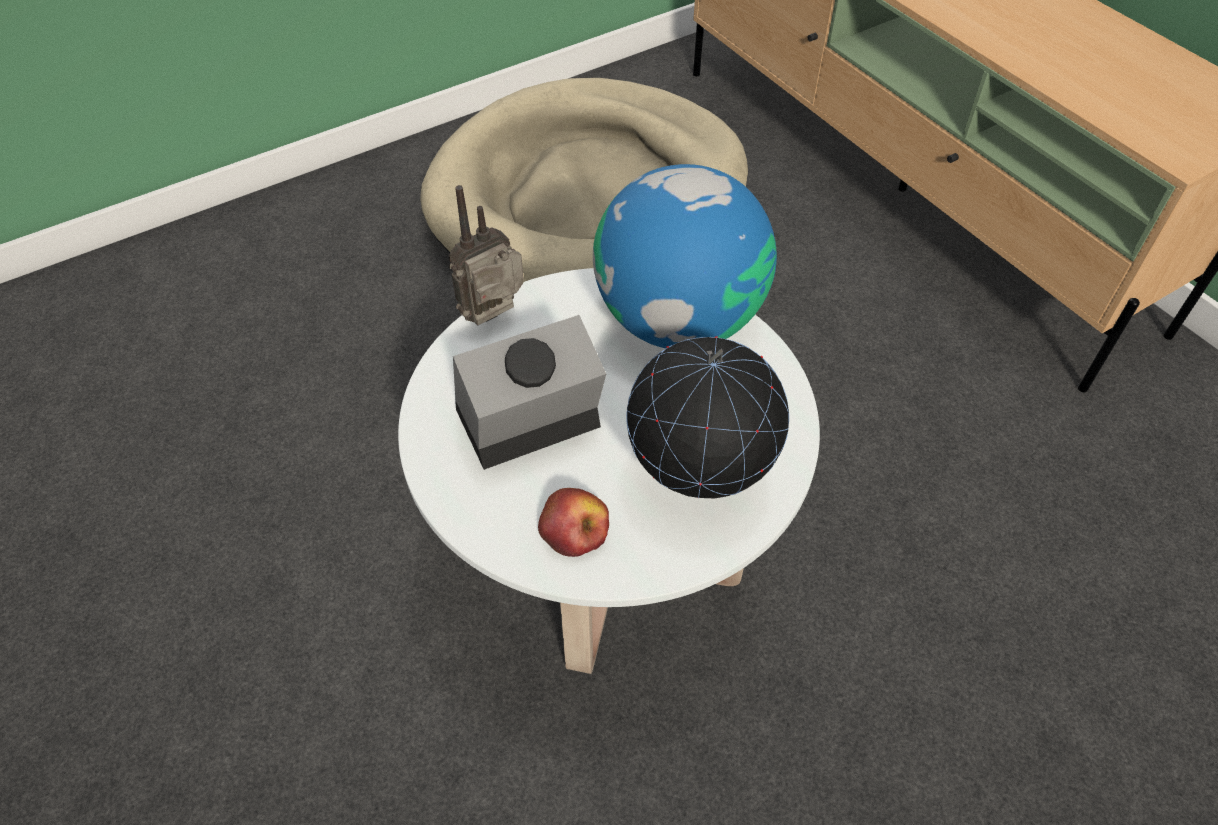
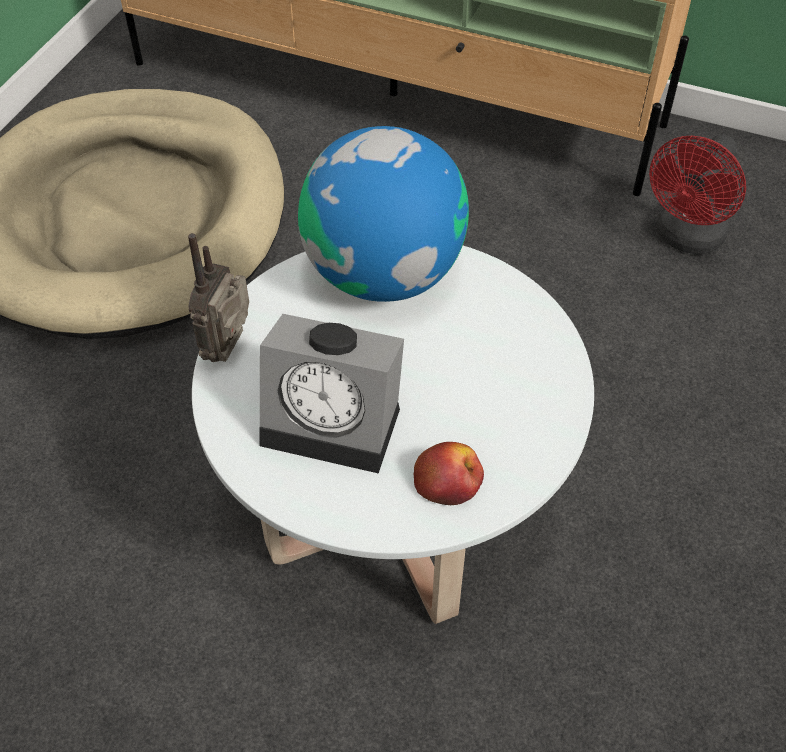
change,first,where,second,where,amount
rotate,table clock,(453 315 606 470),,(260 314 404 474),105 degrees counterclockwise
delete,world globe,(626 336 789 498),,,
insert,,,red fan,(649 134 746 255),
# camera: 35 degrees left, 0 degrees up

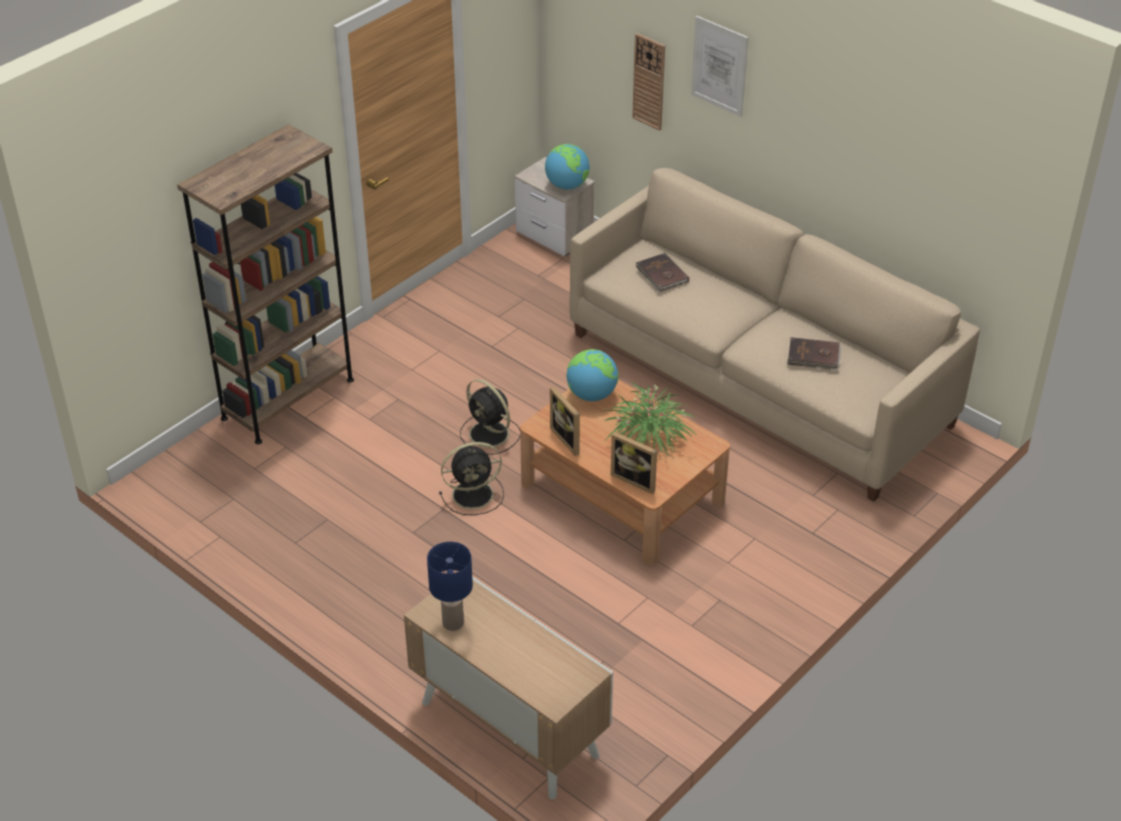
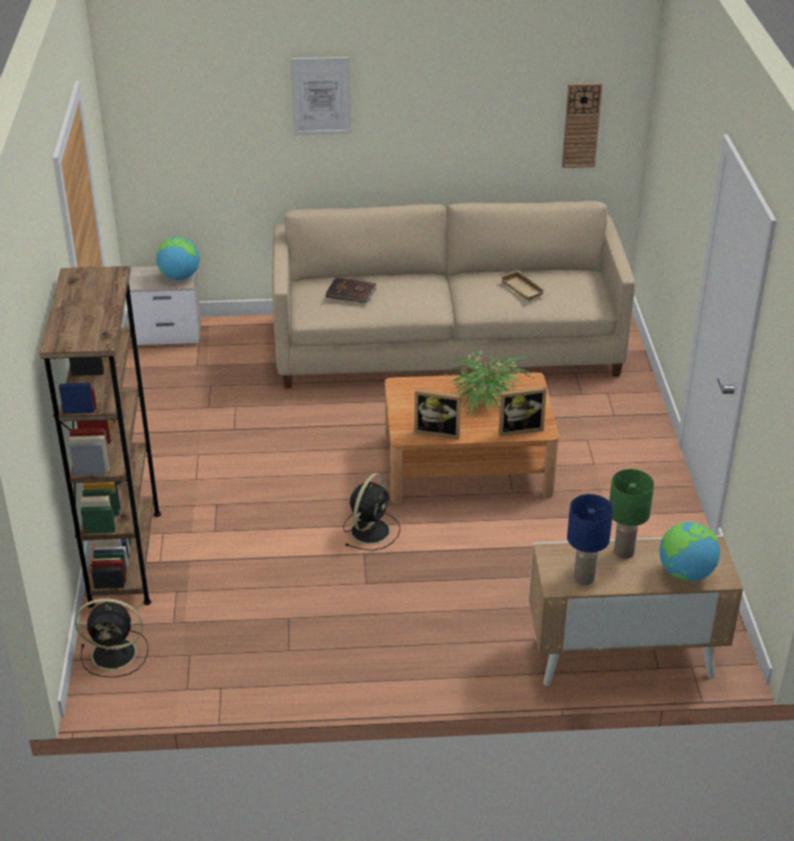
change,first,where,second,where,amount
move,wall clock,(632 33 665 131),,(562 83 602 168),
replace,brownish volume,(787 337 841 370),sand-coloured carrying tray,(500 270 547 301),
move,world globe,(566 349 619 401),,(660 522 720 582),
move,blackish fan,(460 379 520 455),,(75 598 148 677),
insert,,,greenish lamp for a table,(609 469 654 559),
# camera: 45 degrees left, 5 degrees down

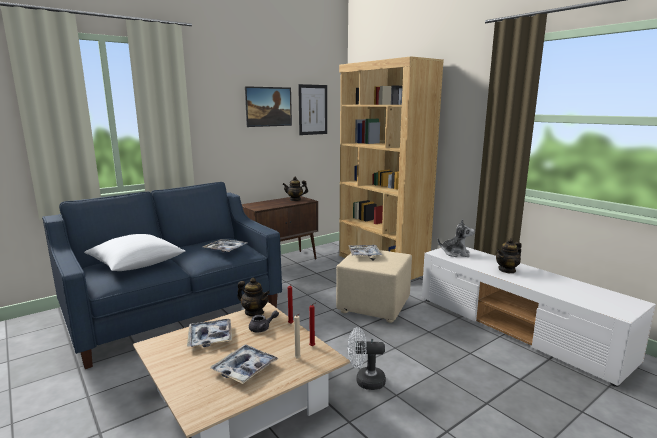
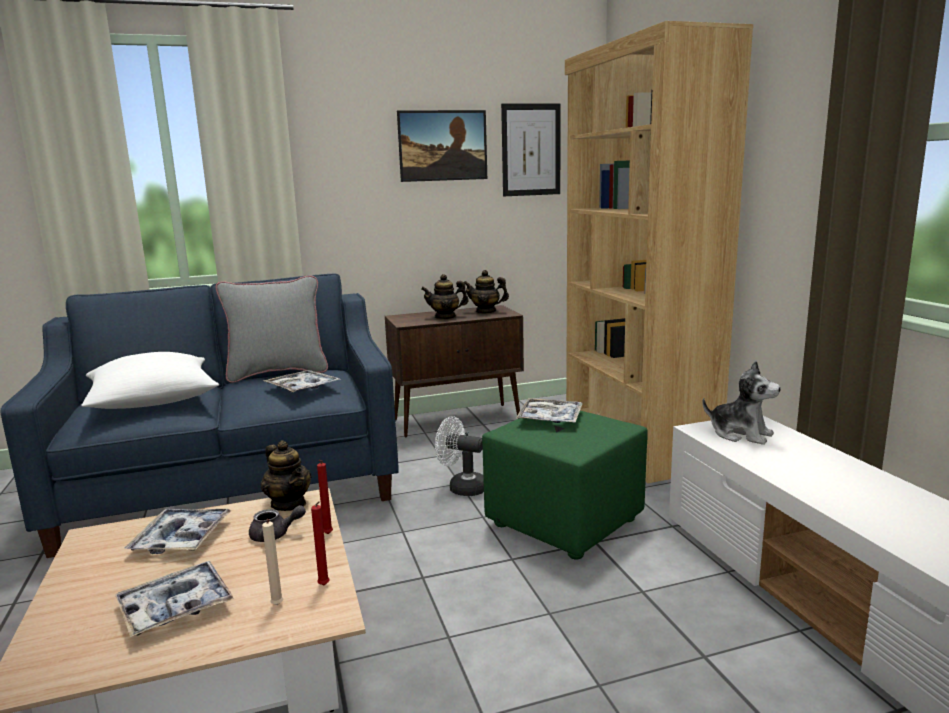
change,first,where,second,where,amount
move,pot for tea,(496 238 522 273),,(421 274 469 319),
recolor,sand-coloured ottoman,(336 250 412 323),greenish ottoman,(482 411 648 560),
move,white-coloured fan,(348 327 386 390),,(435 416 484 496),
insert,,,gray cushion,(216 276 328 383),
# camera: 20 degrees right, 0 degrees up

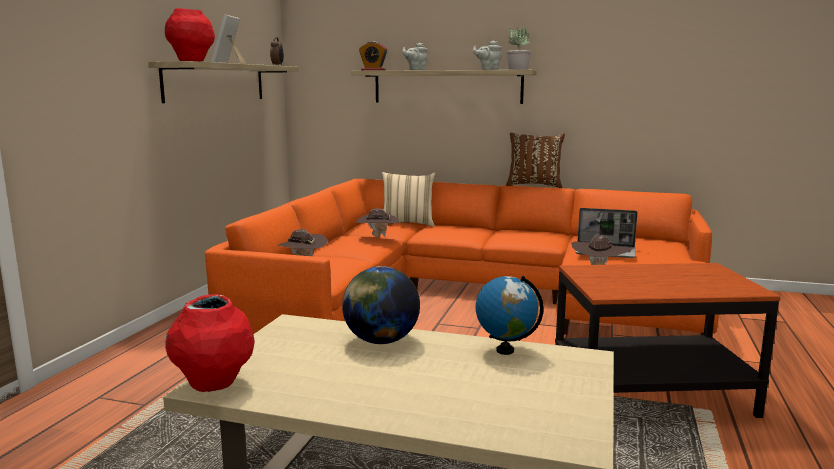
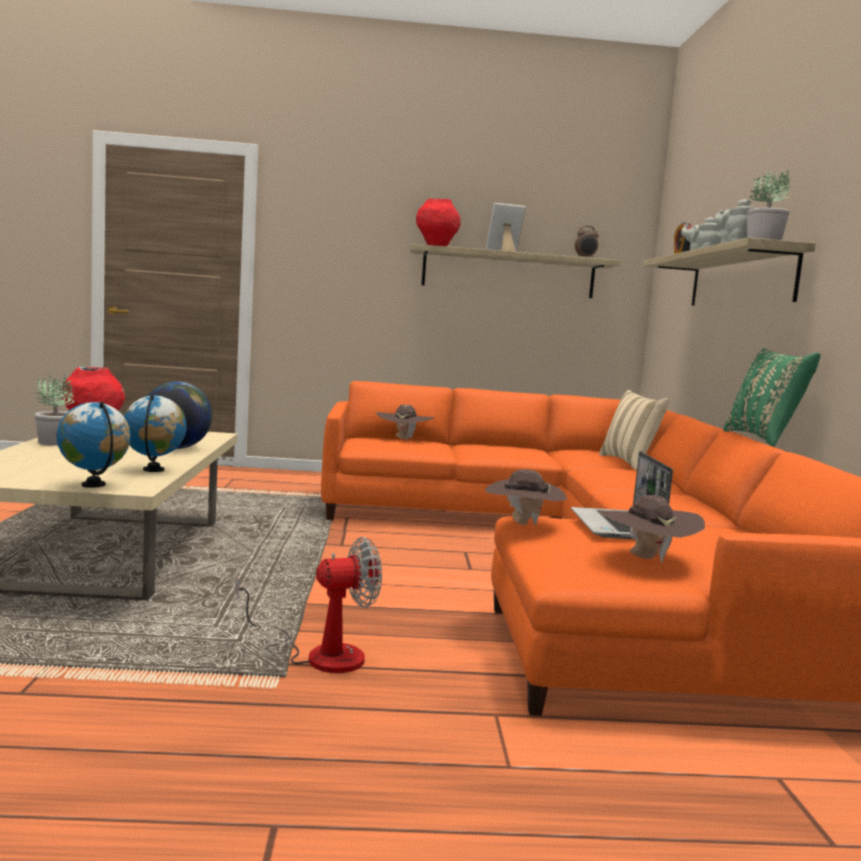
change,first,where,second,where,amount
recolor,brownish cushion,(506 133 565 188),greenish cushion,(723 348 820 447),
move,brownish wearable hat,(356 208 399 238),,(599 495 705 564),
replace,side table,(555 263 780 418),fan,(236 537 382 673),
insert,,,potted plant,(34 374 74 446),
insert,,,world globe,(56 401 131 488),
# camera: 70 degrees right, 5 degrees down

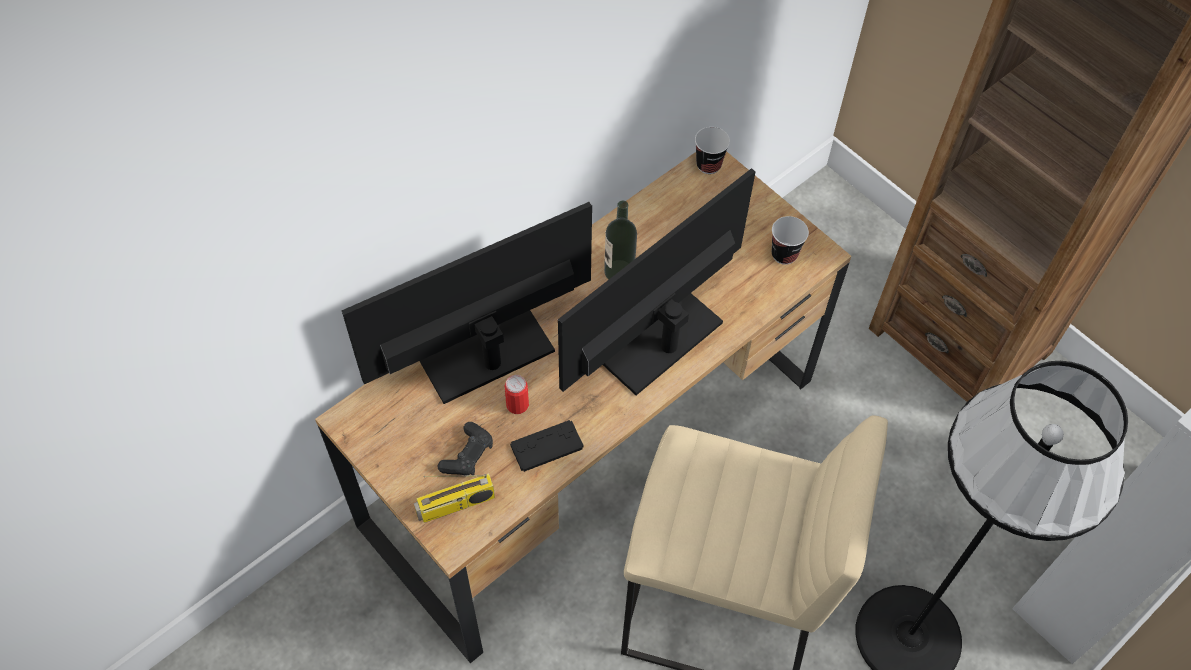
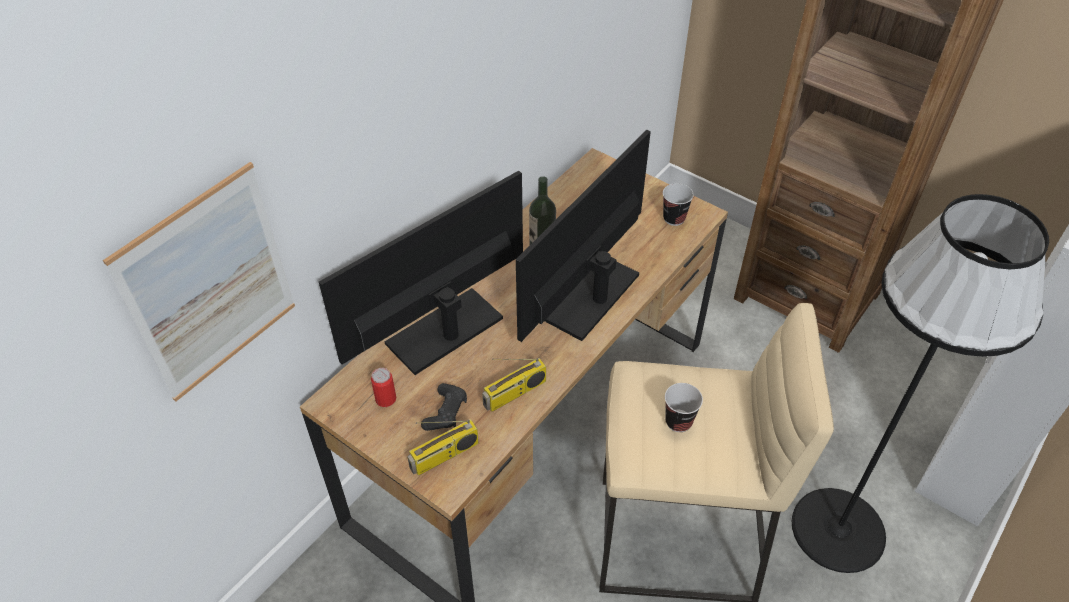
change,first,where,second,where,amount
move,cup,(695 127 730 174),,(665 383 703 432),
move,metal can,(505 375 529 414),,(371 368 396 407),
replace,blackish joypad,(510 420 583 472),radio receiver,(482 358 546 412),
insert,,,wall picture,(103 162 295 402),
# camera: 10 degrees left, 10 degrees down

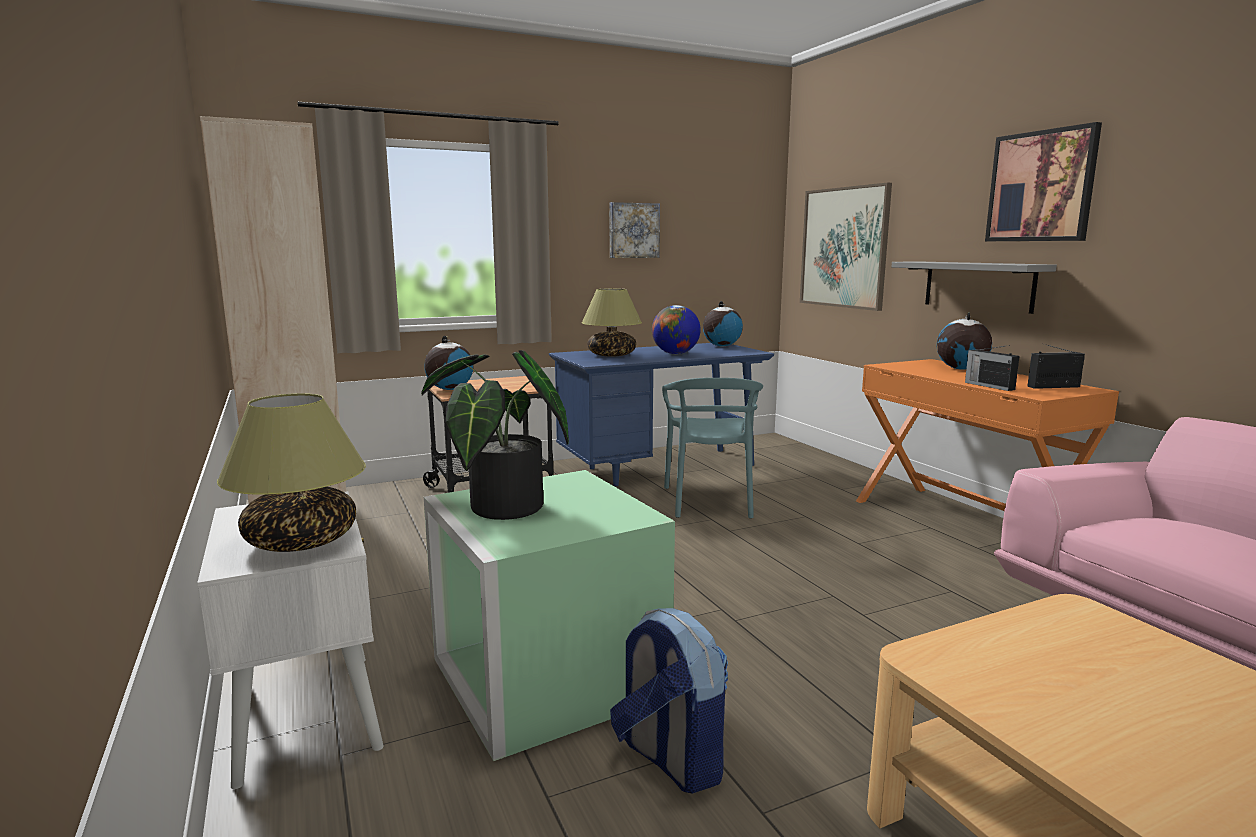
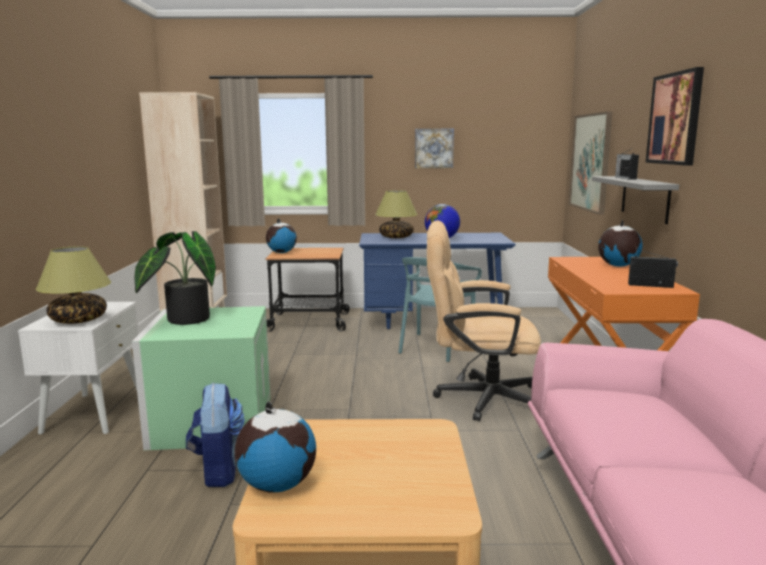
change,first,where,second,where,amount
move,world globe,(703 301 743 346),,(234 402 316 493),
move,radio receiver,(965 345 1019 391),,(615 147 639 180),
insert,,,sand-coloured office chair,(427 220 541 421),
# camera: 25 degrees right, 0 degrees up

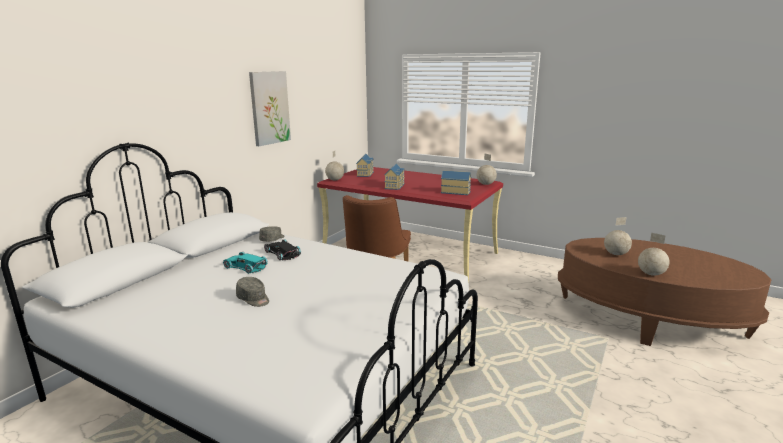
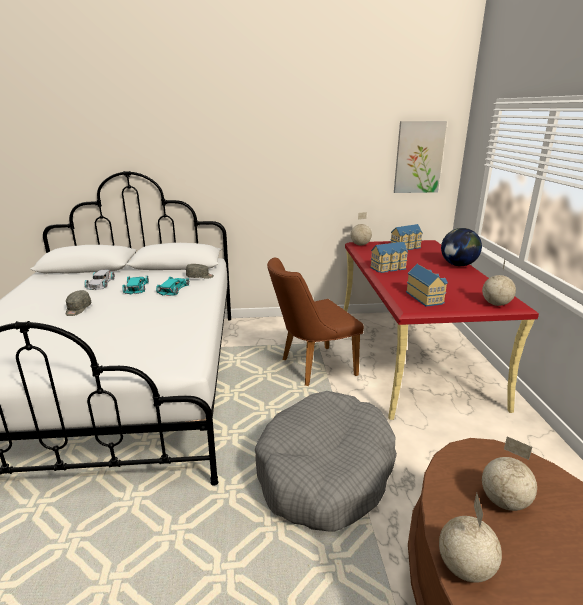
change,first,where,second,where,amount
move,wall picture,(249 71 291 146),,(394 121 447 193),
recolor,blackish model car,(264 239 301 260),turquoise-coloured model car,(156 277 189 296),
insert,,,world globe,(441 228 482 266),
insert,,,white-coloured model car,(84 270 115 290),
insert,,,gray dog bed,(255 391 397 532),
# camera: 55 degrees right, 5 degrees up

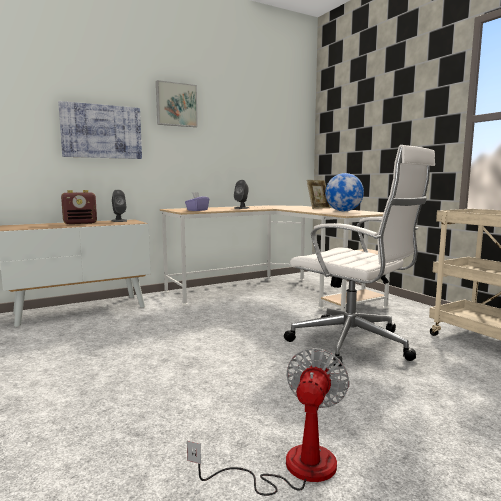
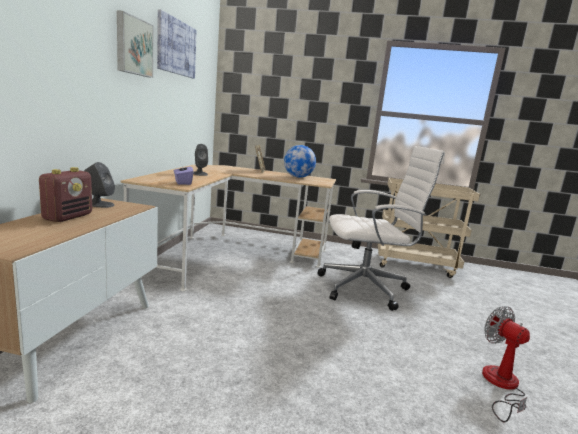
change,first,where,second,where,amount
move,wall picture,(58 101 142 159),,(157 9 197 79),
# camera: 50 degrees left, 5 degrees up

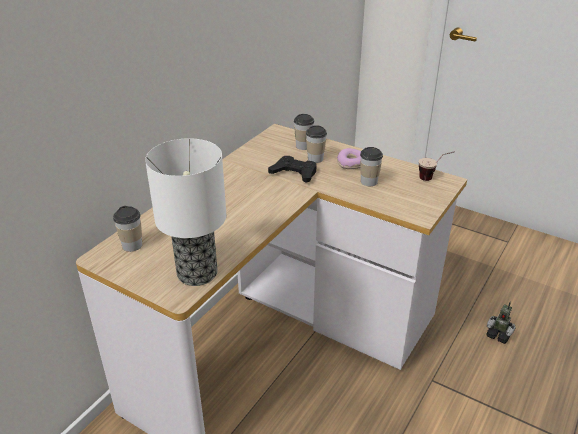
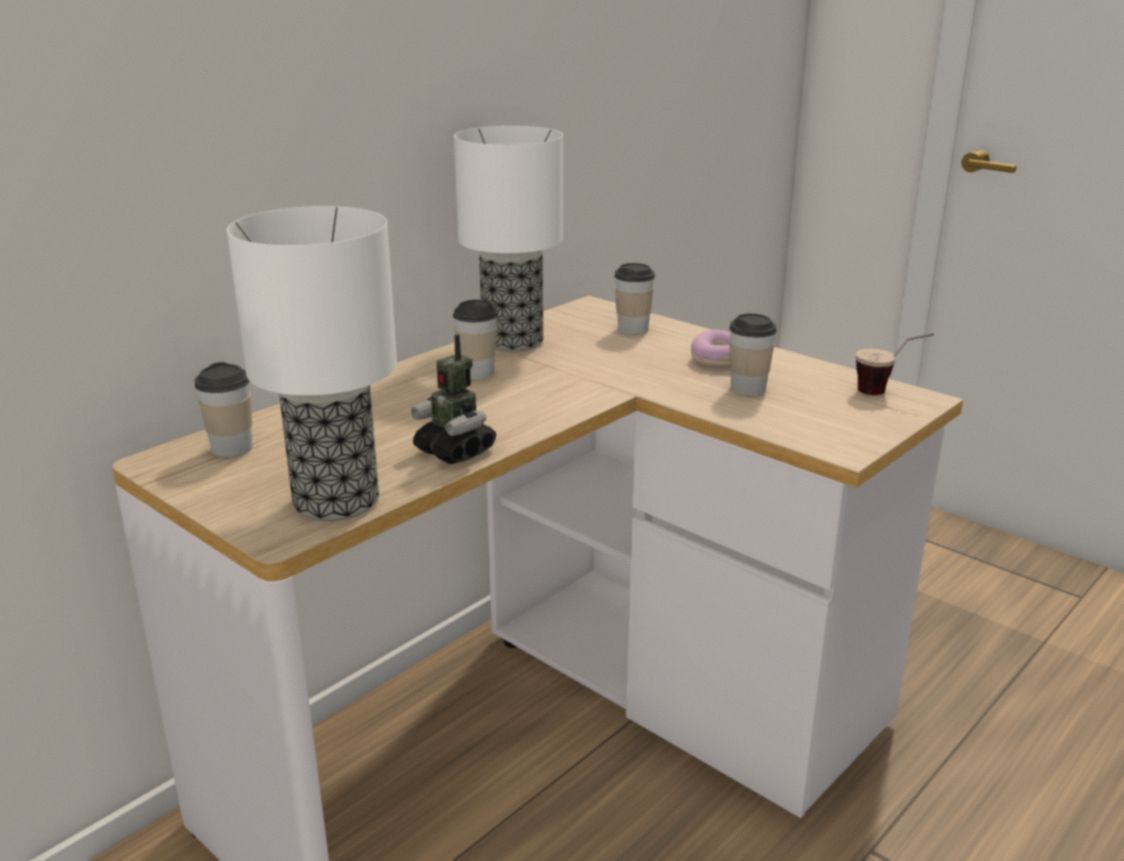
change,first,where,second,where,amount
move,cup,(306 125 327 163),,(453 300 498 379),
delete,blackish joypad,(268 156 316 183),,,
move,model robot,(486 301 516 344),,(411 334 496 464),
insert,,,lamp for a table,(454 126 563 352),
# camera: 10 degrees right, 10 degrees down

